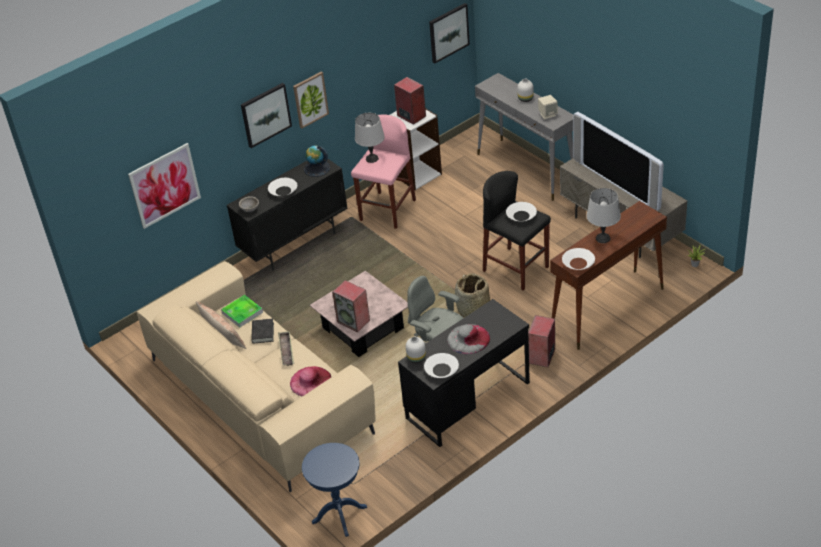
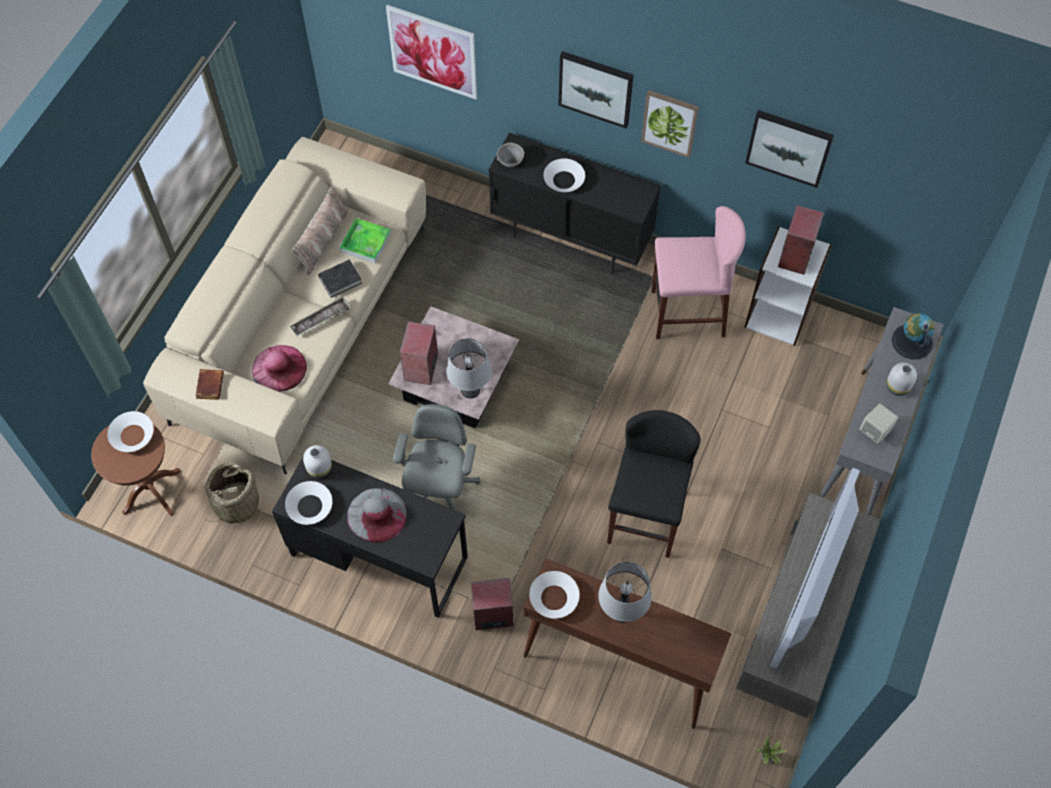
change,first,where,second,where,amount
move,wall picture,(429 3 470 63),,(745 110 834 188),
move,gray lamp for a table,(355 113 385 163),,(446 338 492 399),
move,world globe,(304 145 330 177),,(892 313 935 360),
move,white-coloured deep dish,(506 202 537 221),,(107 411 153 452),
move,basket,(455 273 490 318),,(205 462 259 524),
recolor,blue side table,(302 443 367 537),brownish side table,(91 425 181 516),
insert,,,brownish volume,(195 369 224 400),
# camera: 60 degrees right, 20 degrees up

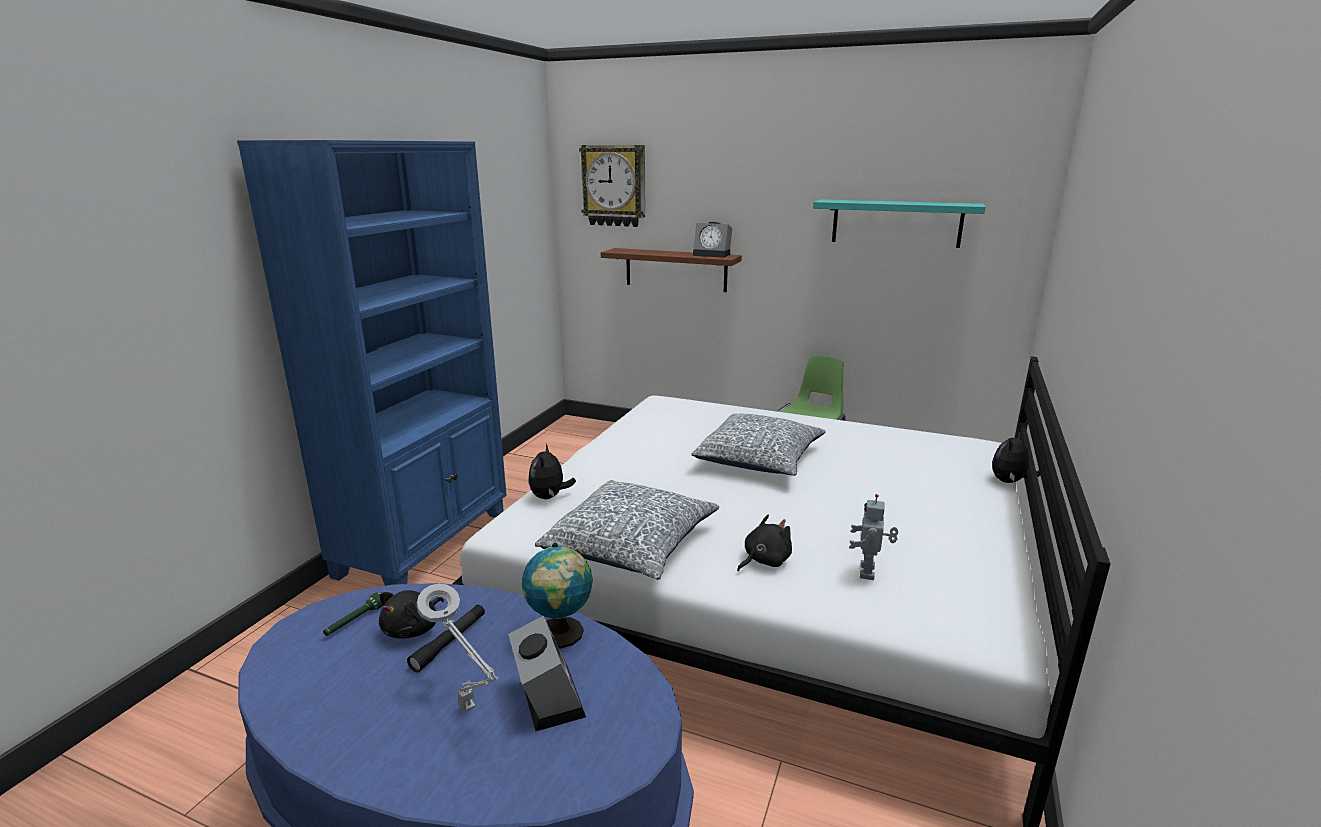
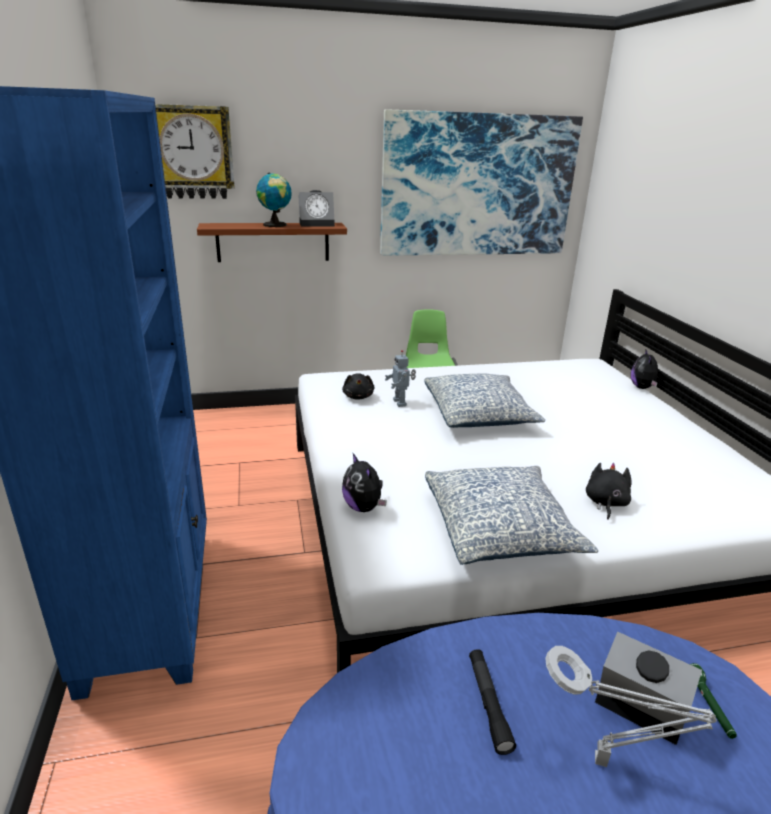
change,first,where,second,where,amount
replace,turquoise-coloured bracket shelf,(813 199 985 248),wall picture,(380 109 583 256),
move,model robot,(849 494 898 580),,(385 350 416 407),
move,world globe,(522 543 593 648),,(256 173 292 227),
move,blackish cuddly toy,(379 590 444 639),,(342 373 374 400),
move,greenish hand torch,(323 592 383 636),,(690 663 737 739),
# camera: 35 degrees left, 5 degrees up

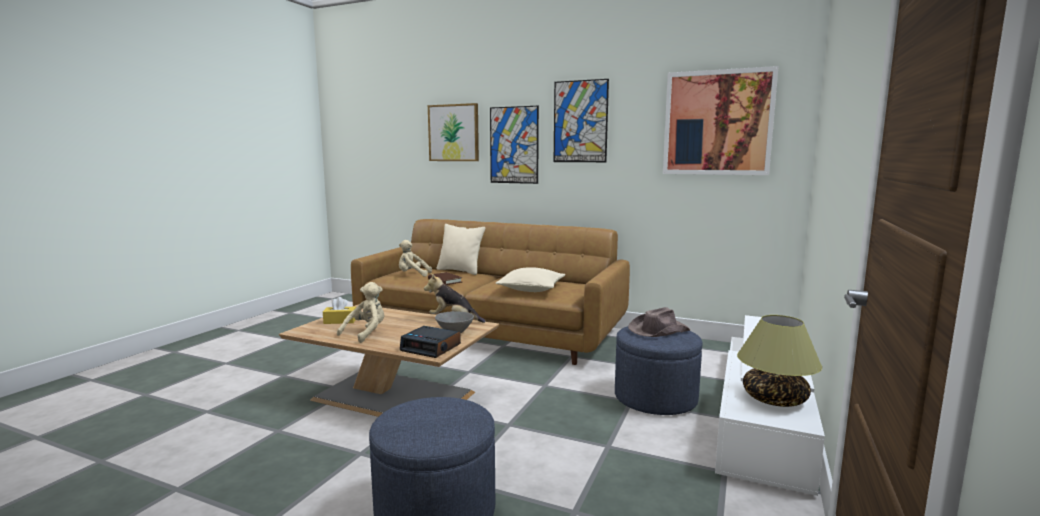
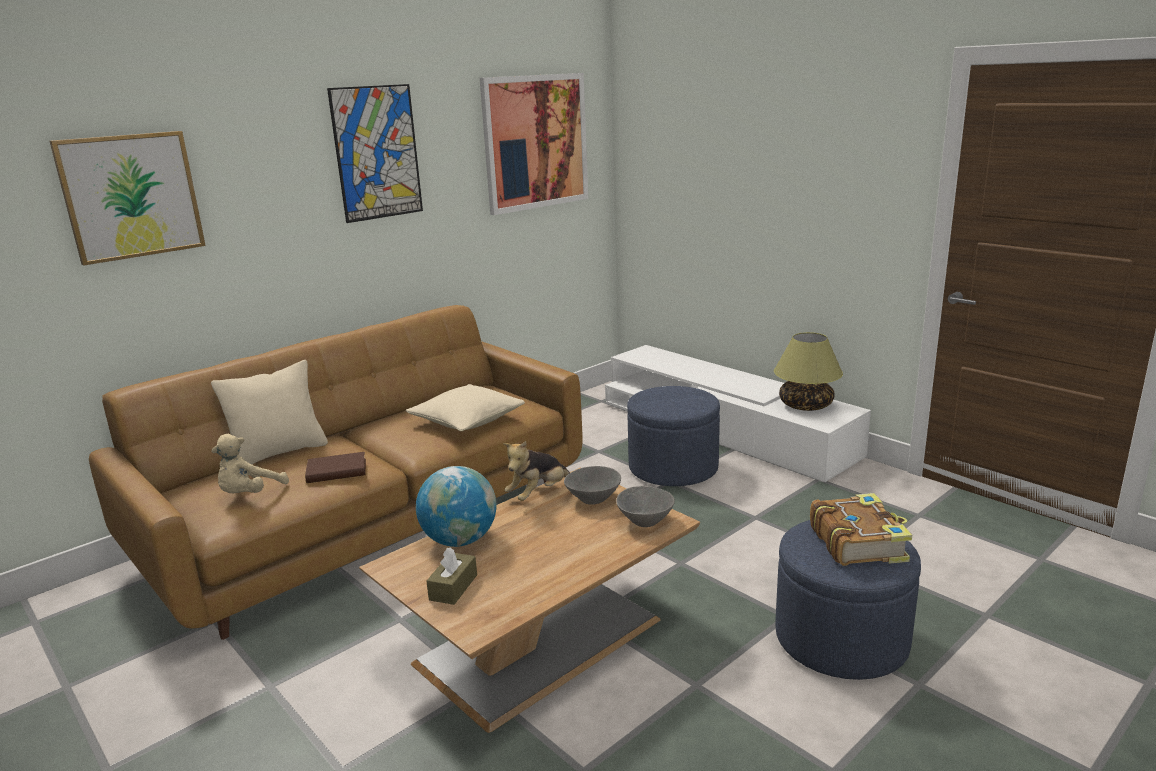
change,first,where,second,where,amount
delete,wall picture,(490 106 539 184),,,
delete,sand-coloured cuddly toy,(337 282 384 343),,,
recolor,yellow-coloured box of tissues,(323 297 356 324),brownish box of tissues,(426 547 477 605),
delete,brownish wearable hat,(628 307 690 337),,,
replace,table clock,(400 326 461 358),gray deep dish,(616 486 675 527),
insert,,,world globe,(416 466 496 547),
insert,,,volume,(810 493 912 566),
# camera: 65 degrees left, 10 degrees up

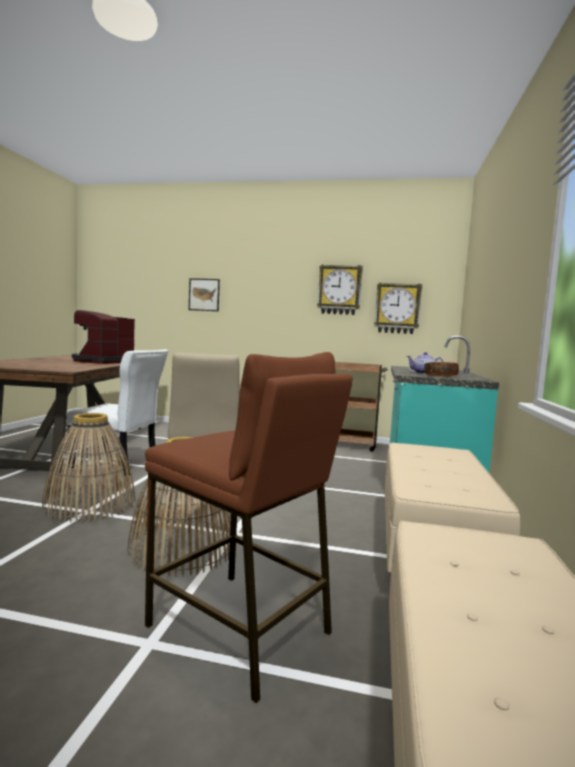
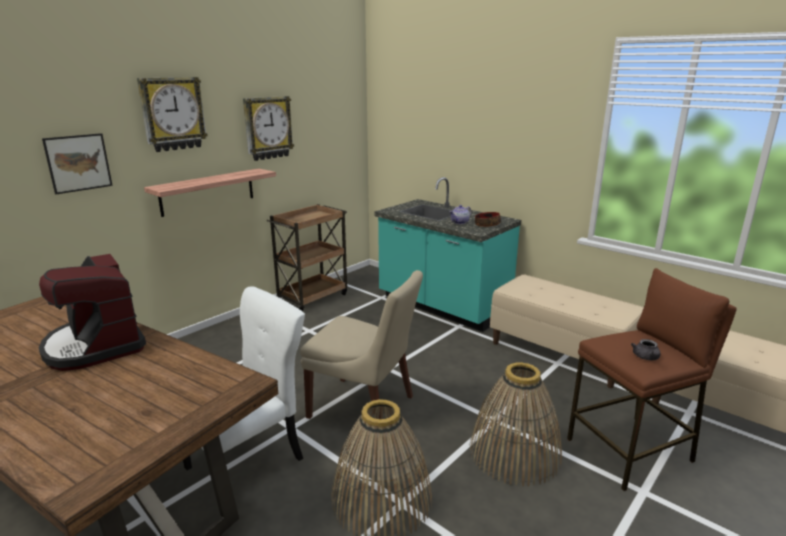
change,first,where,second,where,amount
move,wall clock,(374 283 422 334),,(137 77 208 152),
insert,,,bracket shelf,(144 168 276 217),
insert,,,gray pot for tea,(631 339 661 360),
# camera: 60 degrees left, 15 degrees up

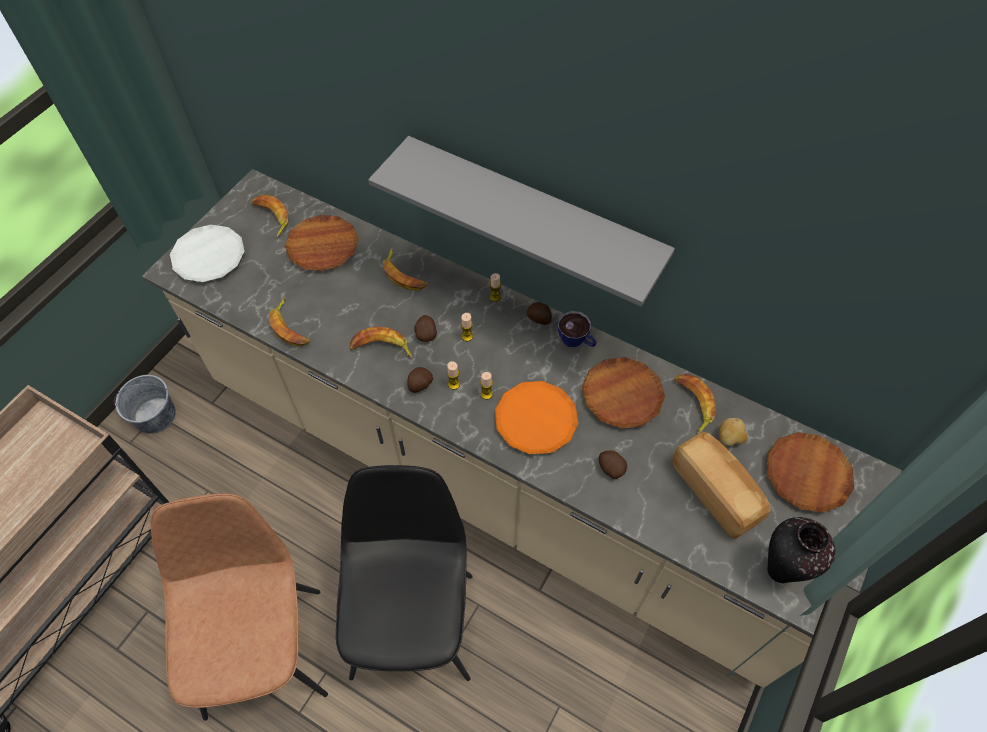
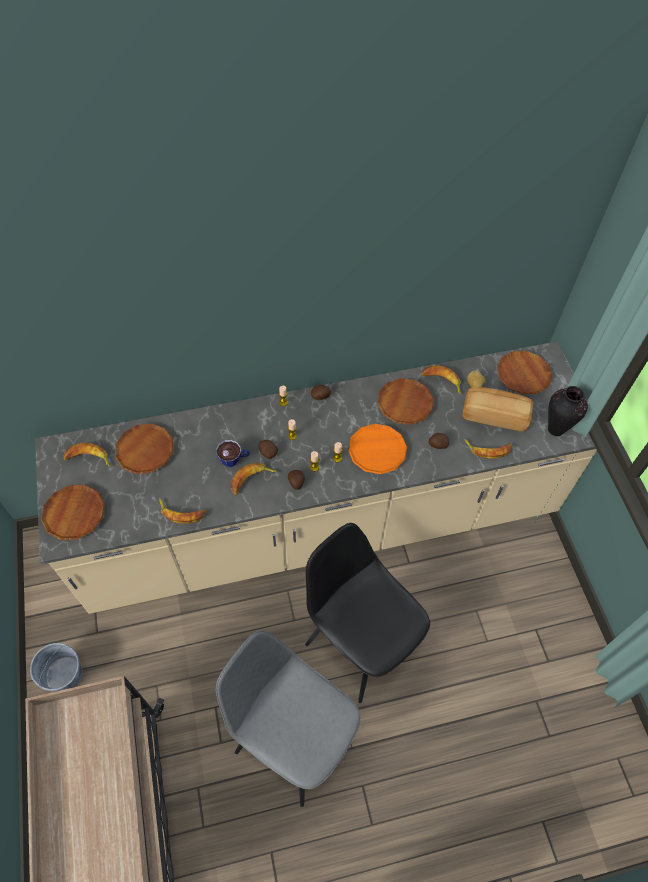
change,first,where,second,where,amount
delete,gray bracket shelf,(368 136 675 306),,,
recolor,white-coloured dinner plate,(170 225 244 282),brownish dinner plate,(41 485 105 540),
move,whole banana,(383 248 428 291),,(464 439 513 459),
move,cup,(558 311 597 347),,(216 440 250 467),
recolor,brownish chair,(151 494 328 721),gray chair,(216 630 361 807),
# camera: 45 degrees left, 0 degrees up

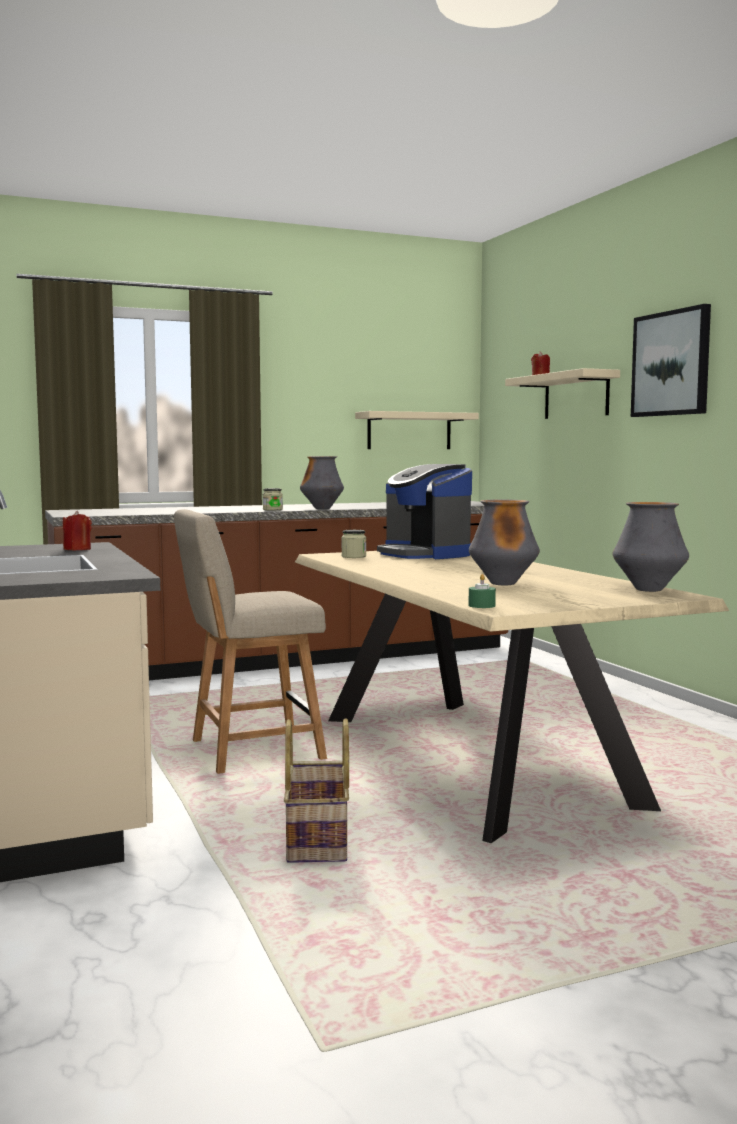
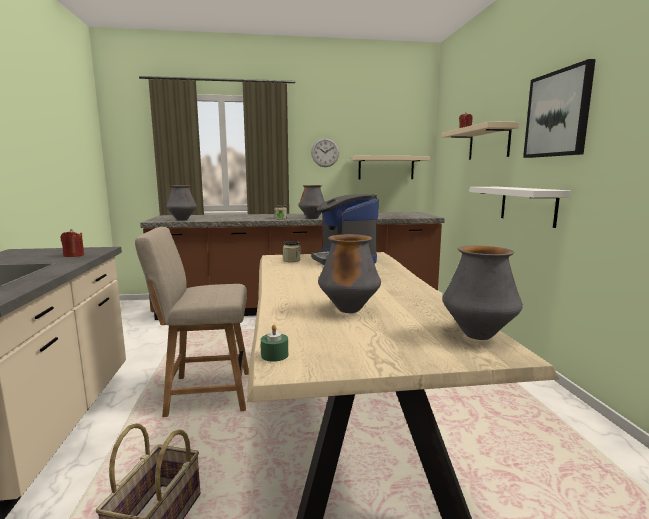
change,first,where,second,where,amount
insert,,,wall clock,(311 138 339 167),
insert,,,flower vase,(166 185 197 221),
insert,,,white-coloured bracket shelf,(469 187 571 228),
# camera: 15 degrees right, 5 degrees up

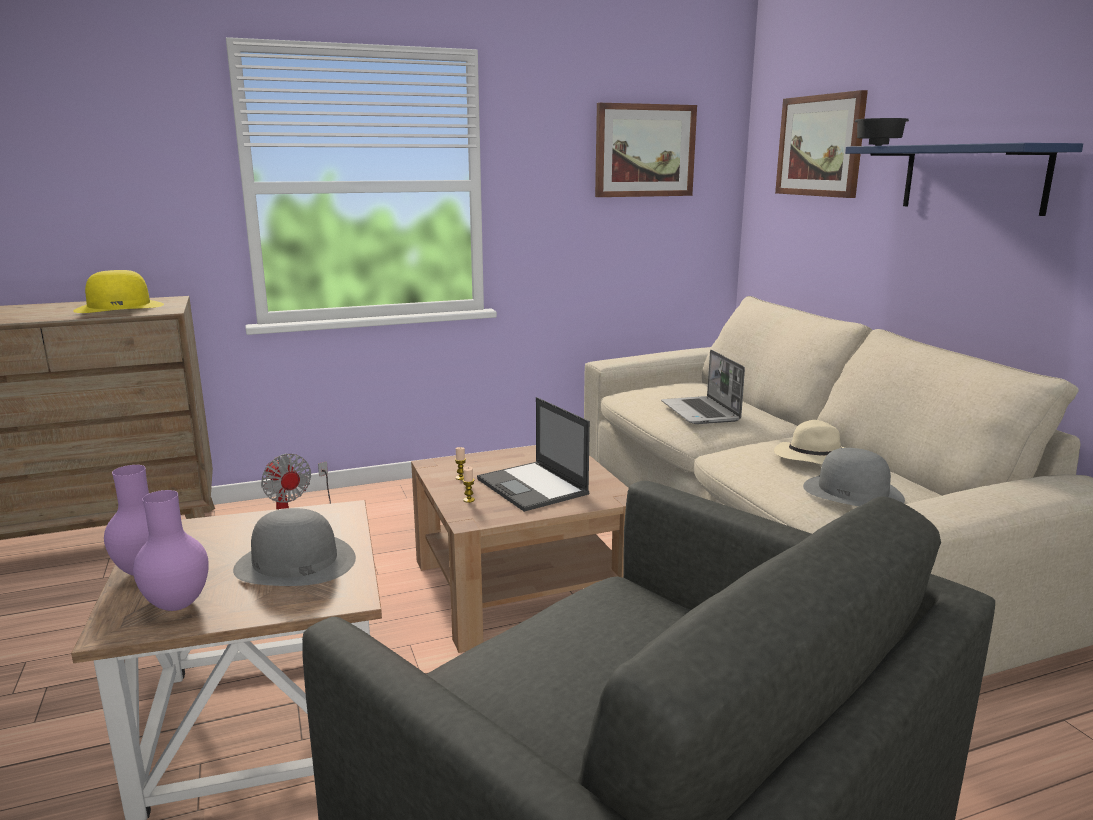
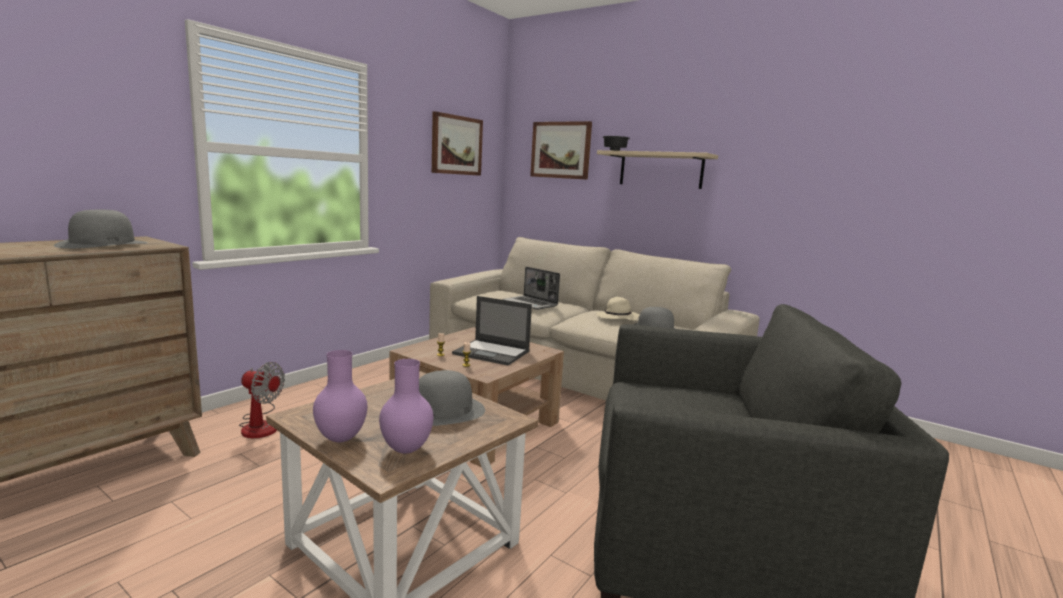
change,first,where,second,where,amount
recolor,blue bracket shelf,(845 143 1083 216),sand-coloured bracket shelf,(597 150 718 189),
recolor,yellow-coloured wearable hat,(73 270 164 313),gray wearable hat,(54 210 148 249),
# camera: 35 degrees left, 5 degrees down

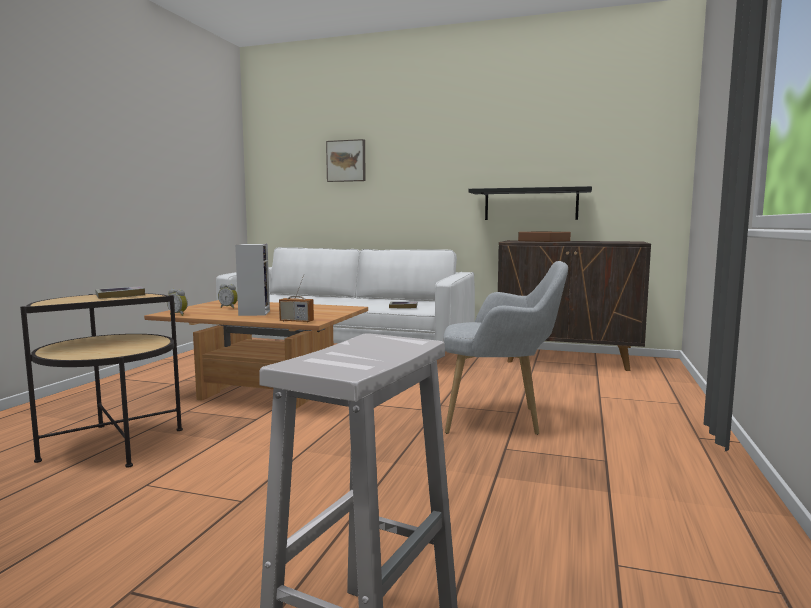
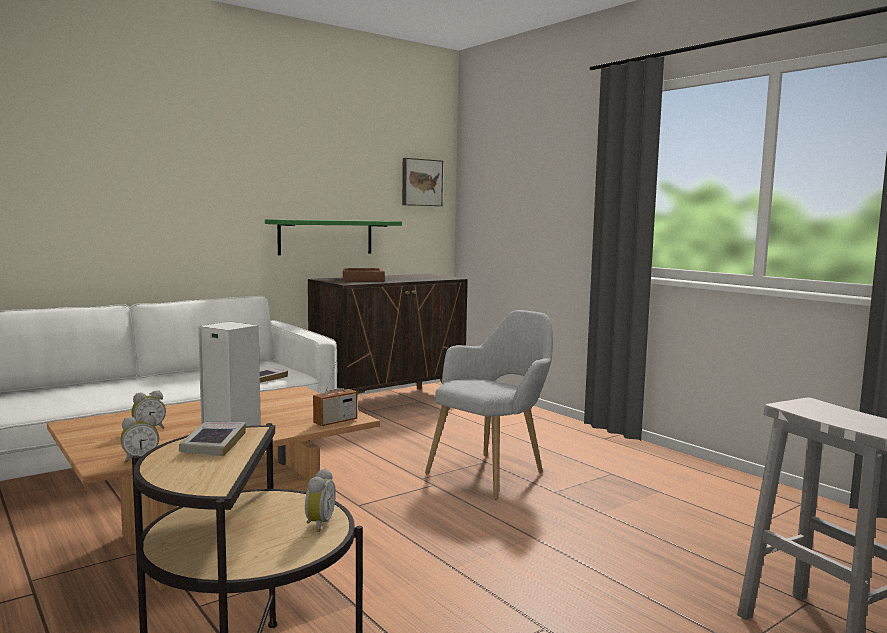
change,first,where,second,where,amount
move,wall picture,(326 139 366 182),,(402 158 443 206),
recolor,blackish bracket shelf,(468 186 592 220),greenish bracket shelf,(265 219 402 255),
insert,,,table clock,(305 468 336 532),
# camera: 55 degrees left, 0 degrees up

